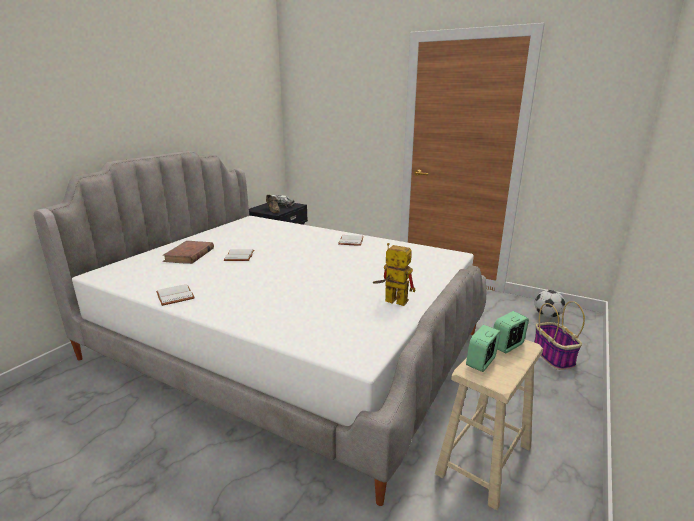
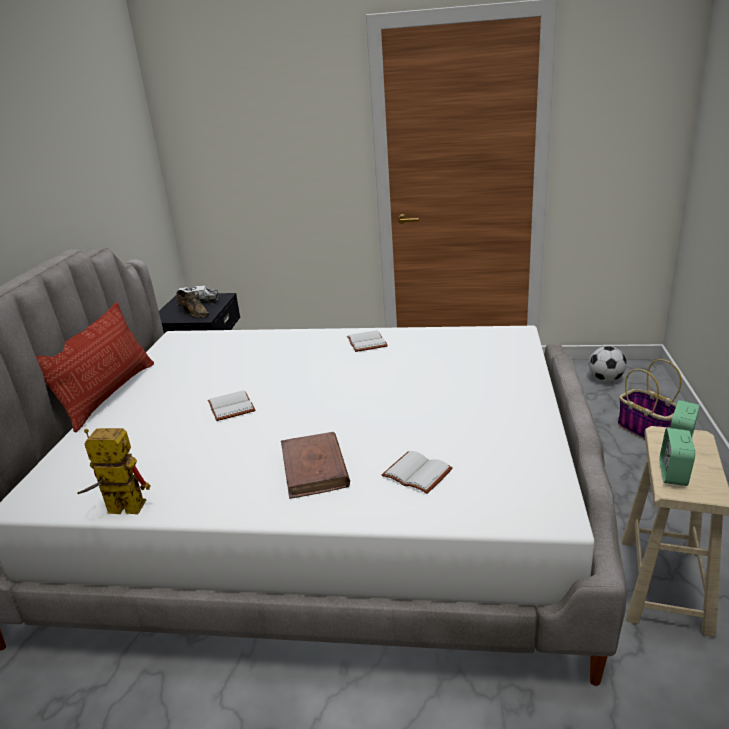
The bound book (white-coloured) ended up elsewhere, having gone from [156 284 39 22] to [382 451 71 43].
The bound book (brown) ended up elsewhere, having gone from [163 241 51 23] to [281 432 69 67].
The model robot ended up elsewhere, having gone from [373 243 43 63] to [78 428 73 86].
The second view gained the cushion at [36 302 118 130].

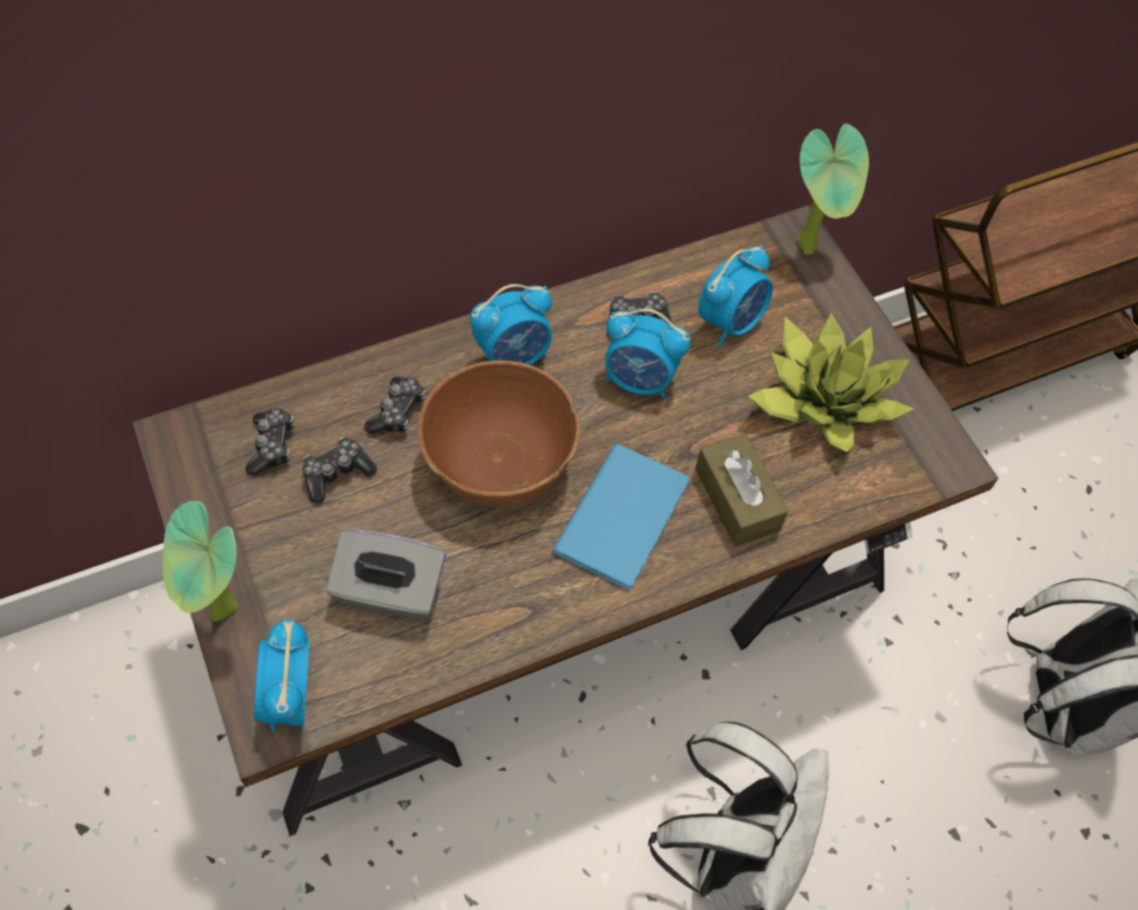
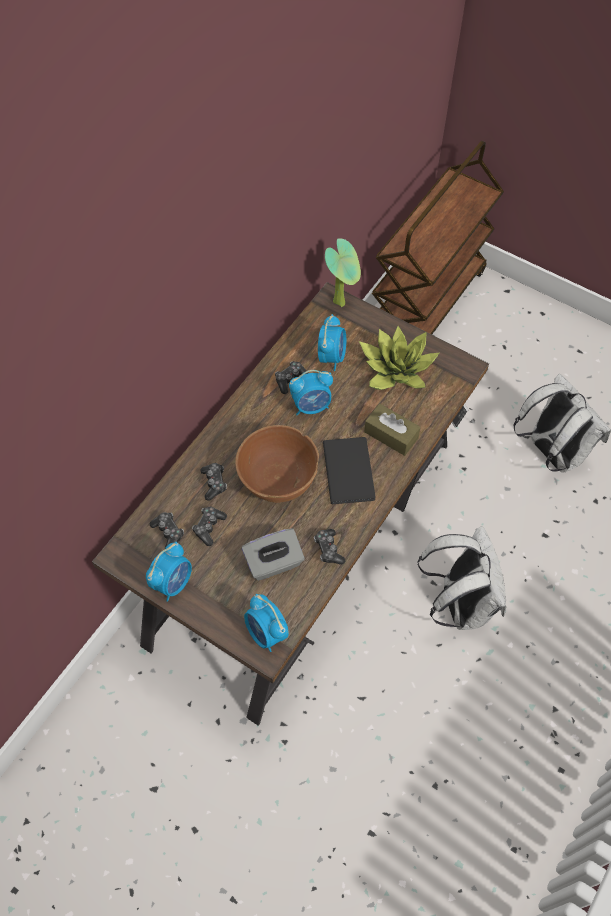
The second view lost the plant in a pot at [163 501 76 121].
The bedside clock ended up elsewhere, having gone from [470 284 82 81] to [146 542 46 60].
What was the bound book (blue-coloured) at [552 444 137 146] turned into the bound book (blackish) at [323 437 53 67].
The second view gained the game controller at [314 529 31 36].

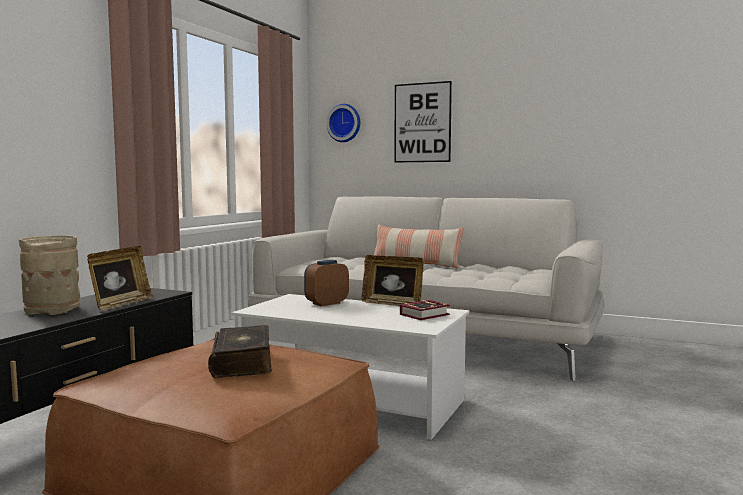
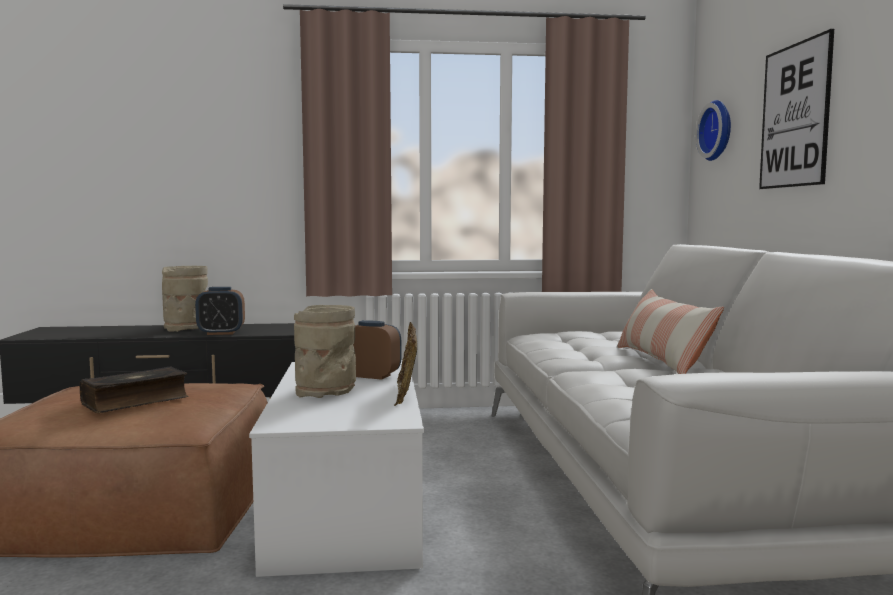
Where the photo frame stood at [87 246 66 64], the bedside clock came to stand at [195 287 50 48].
The second view lost the bound book at [400 300 50 20].
The second view gained the vase (beige-coloured) at [294 305 62 93].

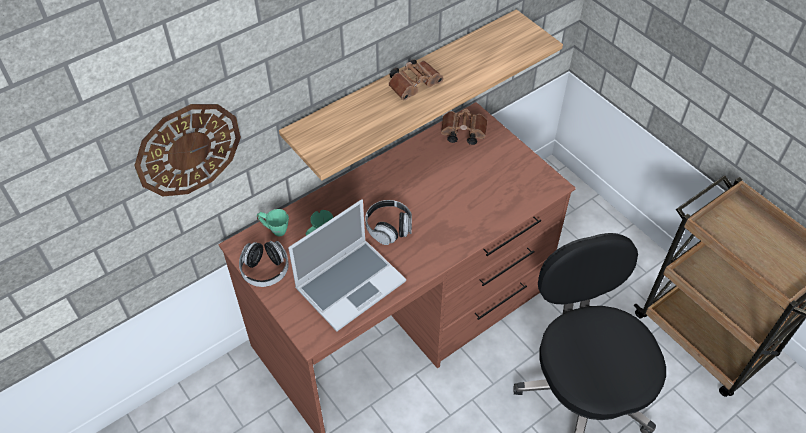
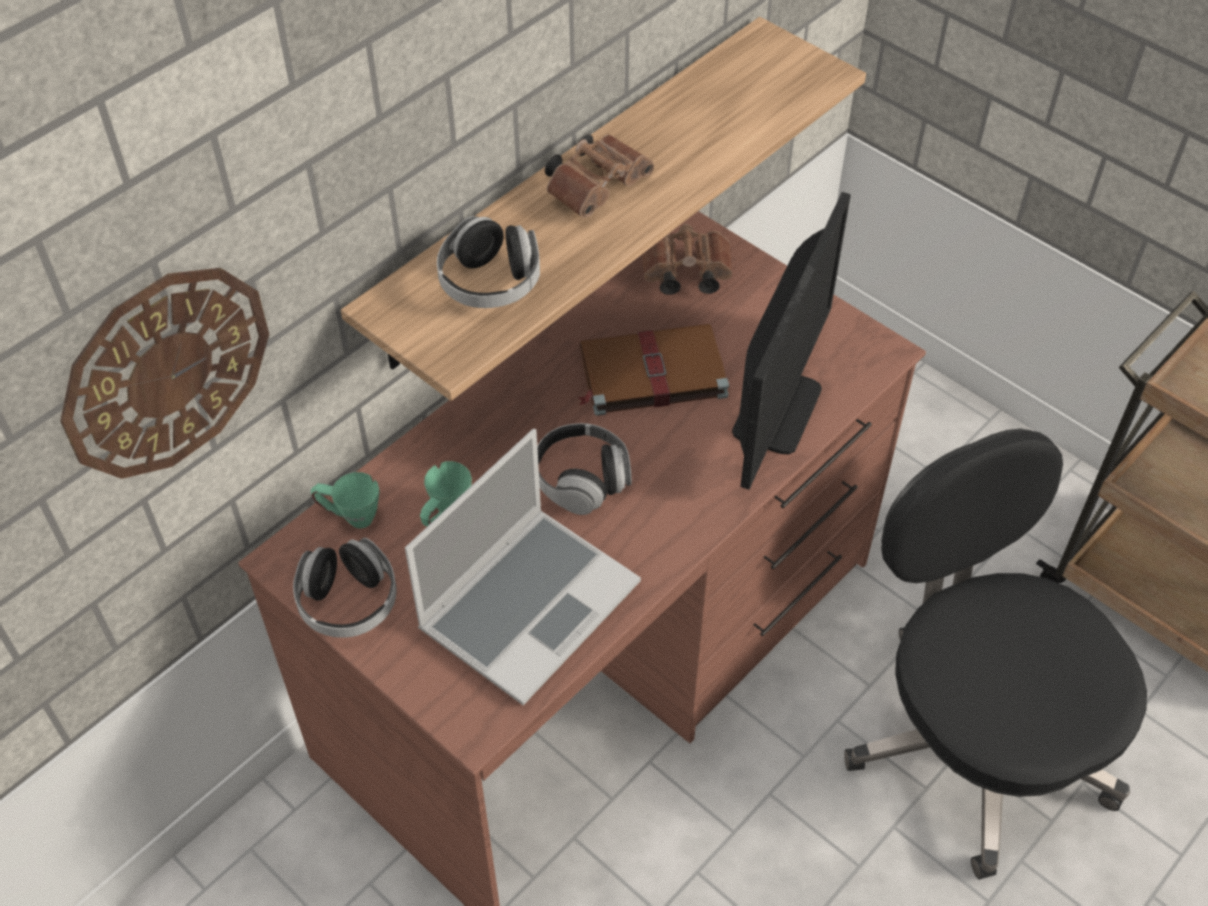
The second view gained the pair of headphones at [437 216 103 92].
The second view gained the bound book (brown) at [577 324 152 92].
The second view gained the computer display at [732 192 119 298].

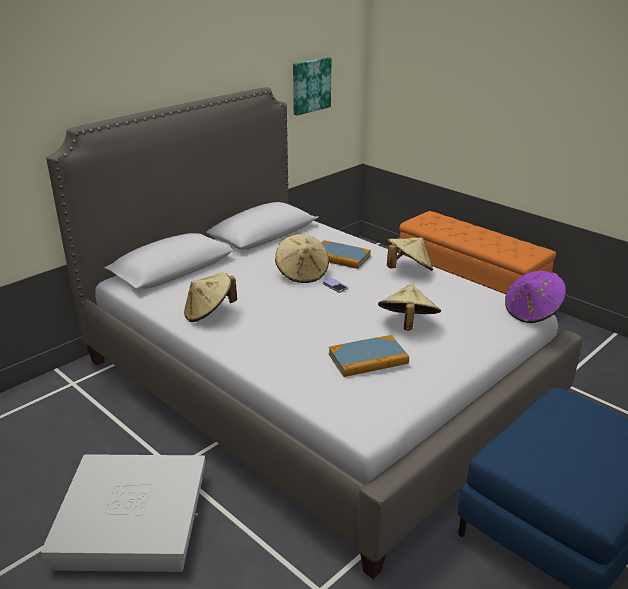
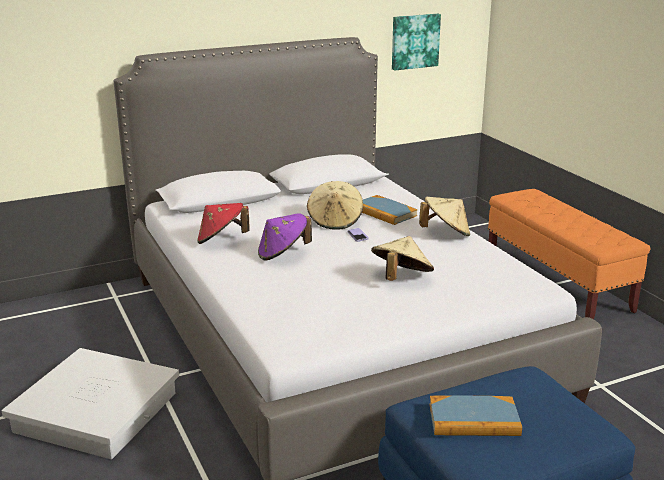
What was the hat (beige-coloured) at [184 273 53 49] turned into the hat (red-coloured) at [197 203 53 41].
The bound book ended up elsewhere, having gone from [329 335 80 42] to [429 395 93 41].
The hat (purplish) ended up elsewhere, having gone from [505 271 61 52] to [258 213 54 48].

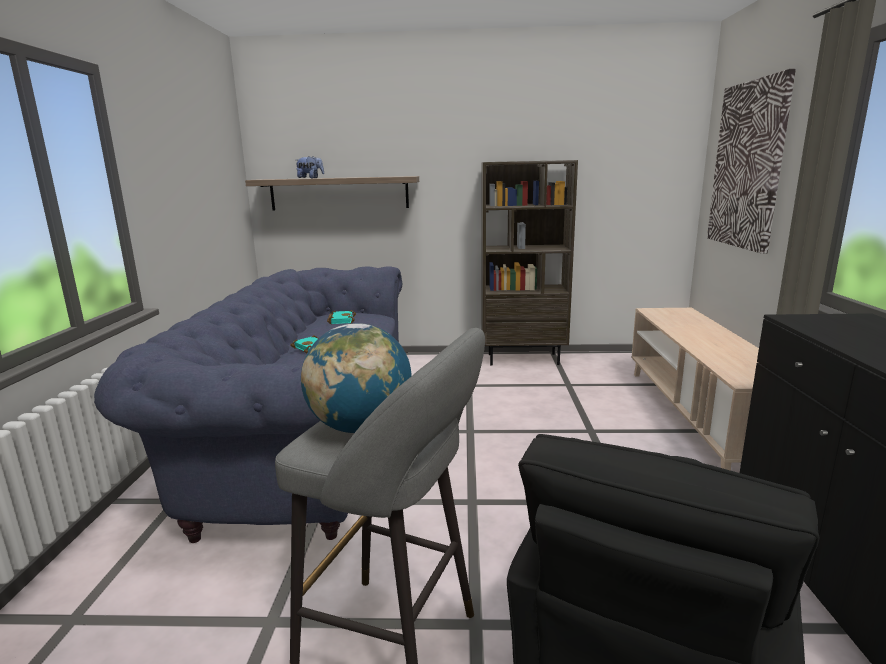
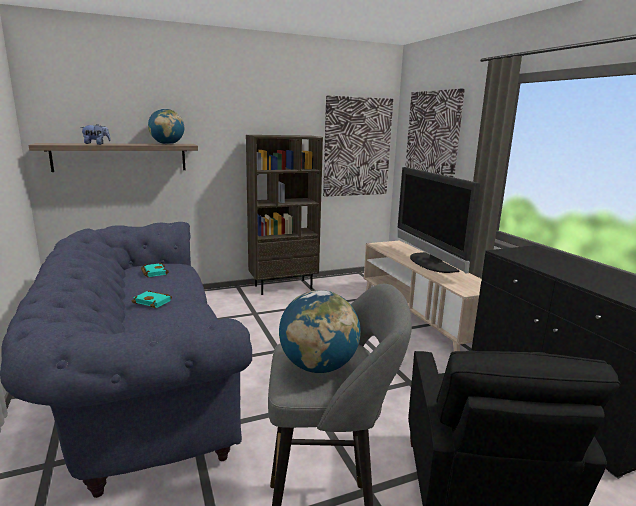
The second view gained the globe at [148 109 36 35].
The second view gained the picture at [323 96 70 101].
The second view gained the TV at [397 167 83 107].

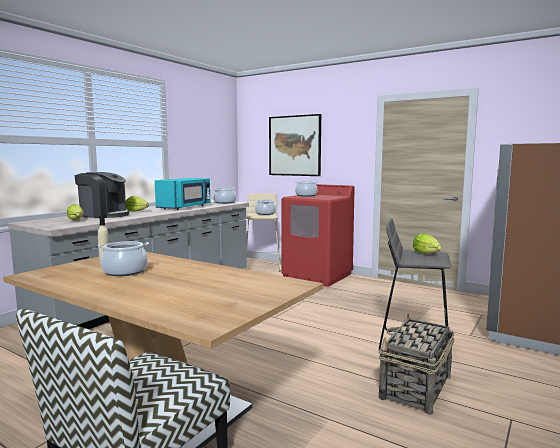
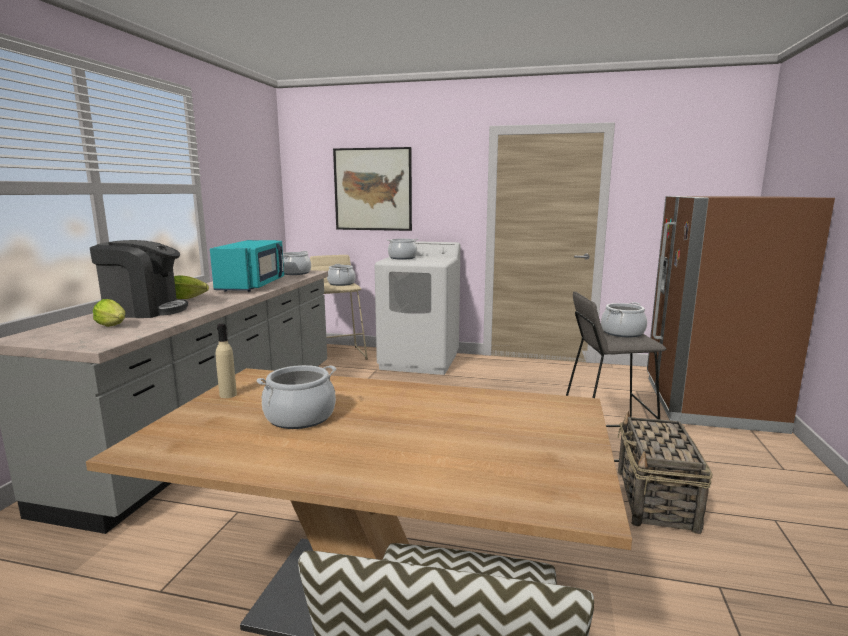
What was the laundry machine (red-coloured) at [281 184 73 103] turned into the laundry machine (white-coloured) at [375 241 85 134].
Where the lettuce head stood at [413 233 29 21], the saucepot came to stand at [601 302 46 35].

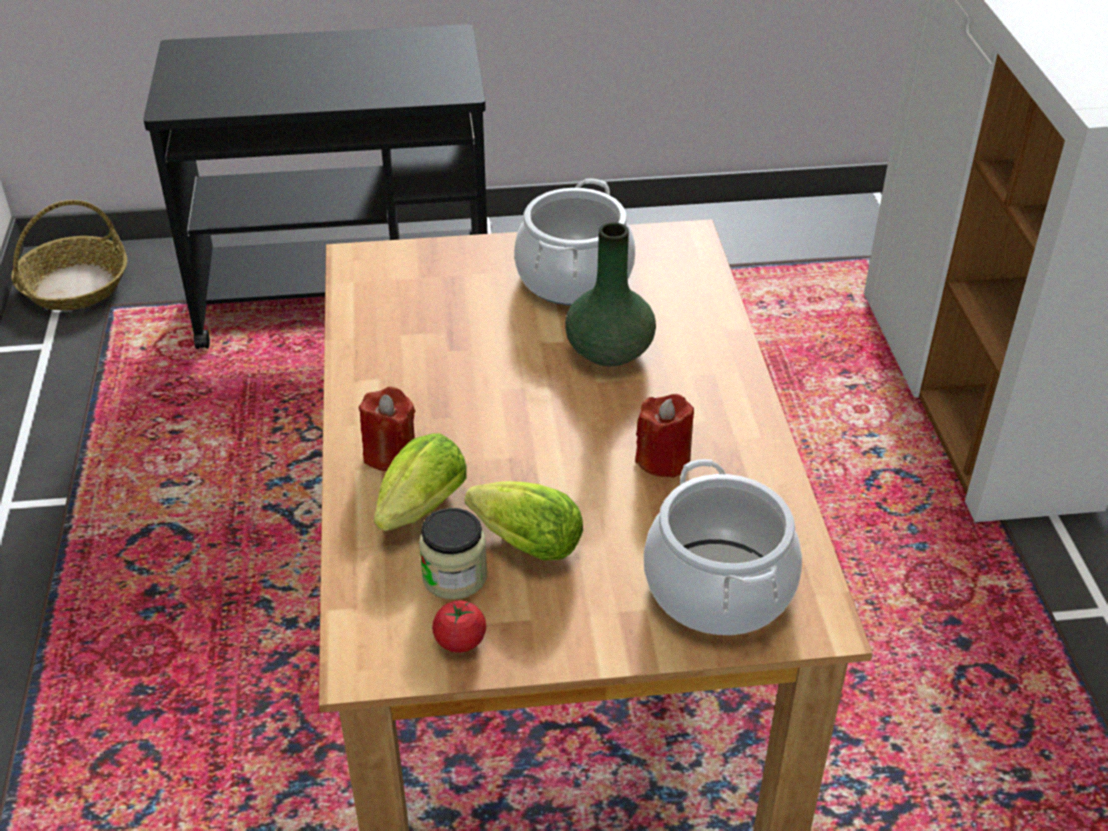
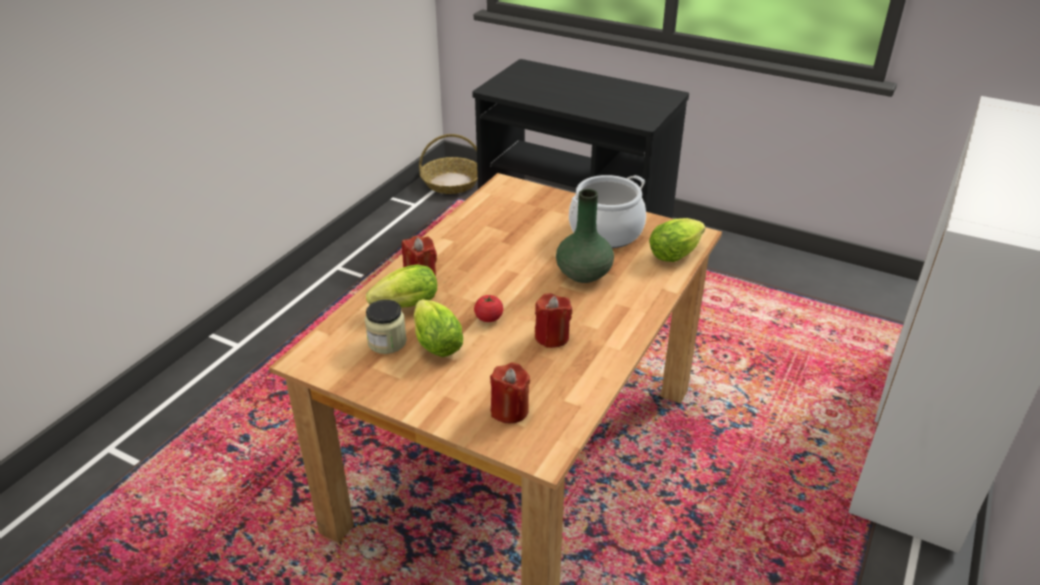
The tomato ended up elsewhere, having gone from [432 601 54 52] to [474 295 30 27].
Where the saucepot stood at [644 459 158 176], the wax light (red-coloured) came to stand at [490 362 40 61].
The second view gained the lettuce head at [649 218 56 44].

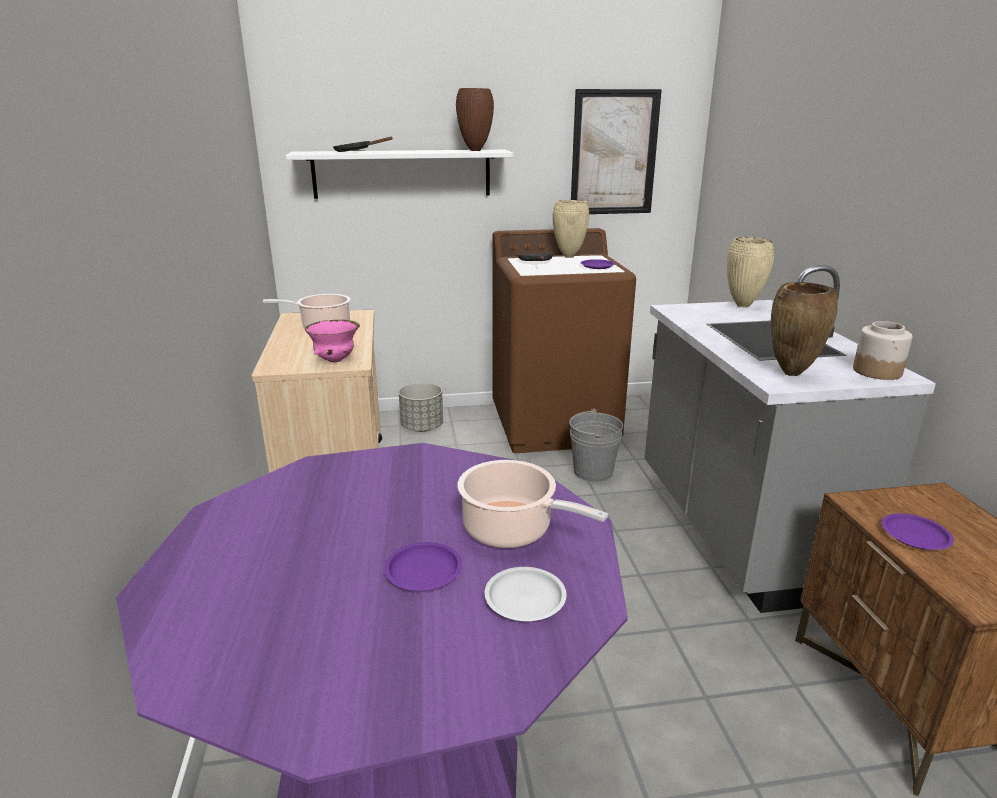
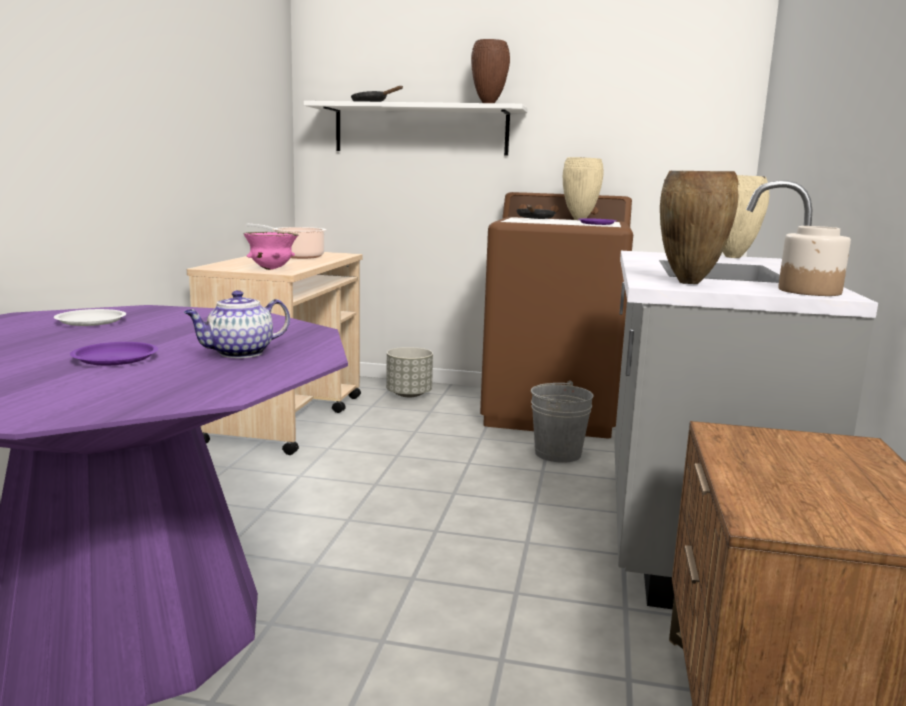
Where the saucepot stood at [458 460 150 88], the pot for tea came to stand at [184 290 106 68].
The plate (white-coloured) ended up elsewhere, having gone from [485 567 82 54] to [54 309 72 17].
The second view lost the picture at [571 89 91 125].
The second view lost the plate (purplish) at [882 513 72 37].

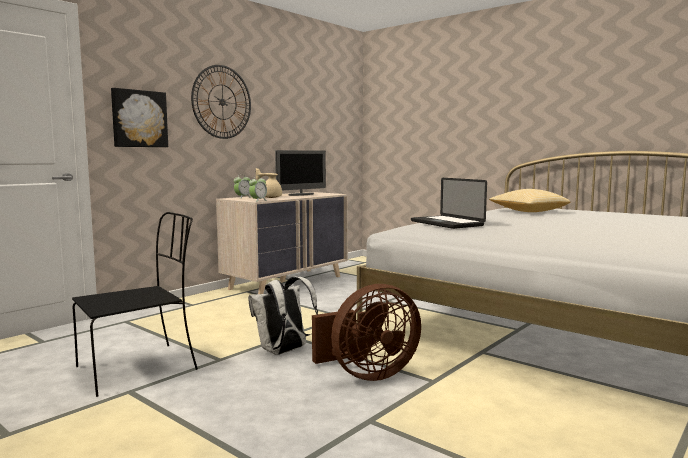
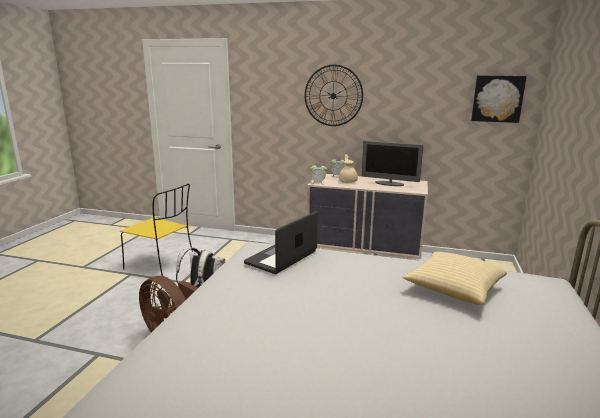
What was the plain chair (blackish) at [72 212 126 185] turned into the plain chair (yellowish) at [120 184 73 92].
The picture ended up elsewhere, having gone from [111 88 57 59] to [471 75 56 48].

